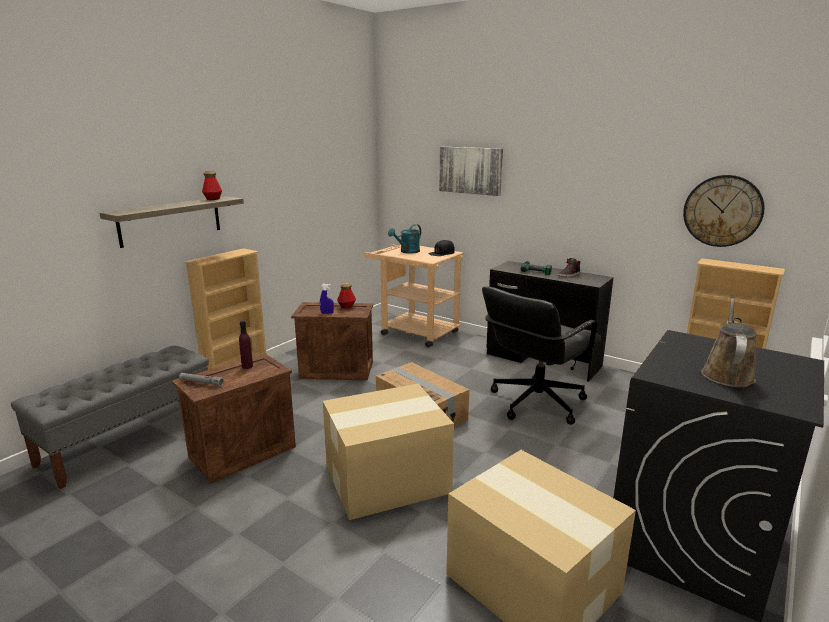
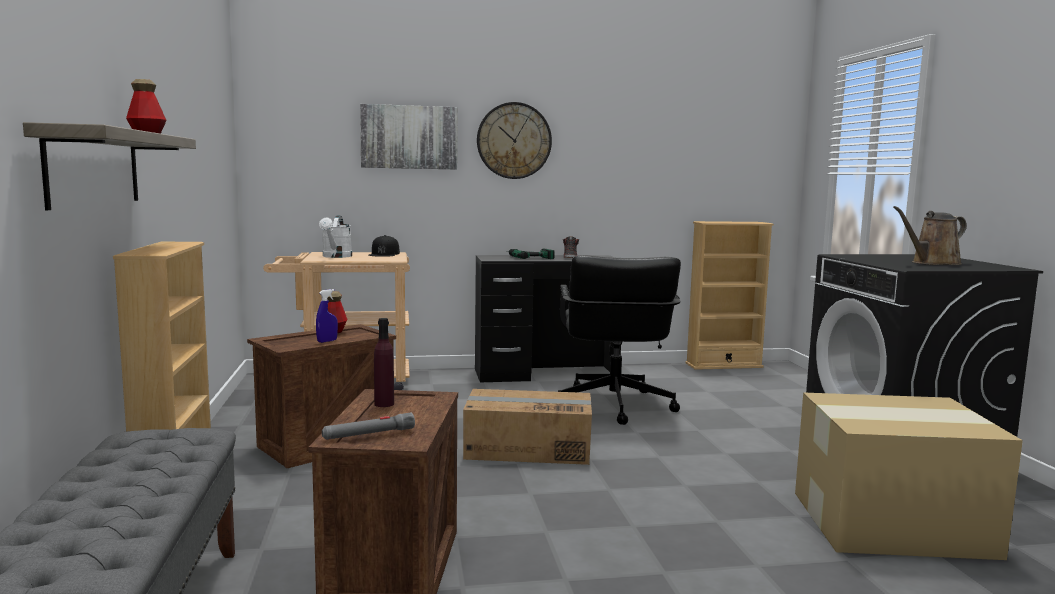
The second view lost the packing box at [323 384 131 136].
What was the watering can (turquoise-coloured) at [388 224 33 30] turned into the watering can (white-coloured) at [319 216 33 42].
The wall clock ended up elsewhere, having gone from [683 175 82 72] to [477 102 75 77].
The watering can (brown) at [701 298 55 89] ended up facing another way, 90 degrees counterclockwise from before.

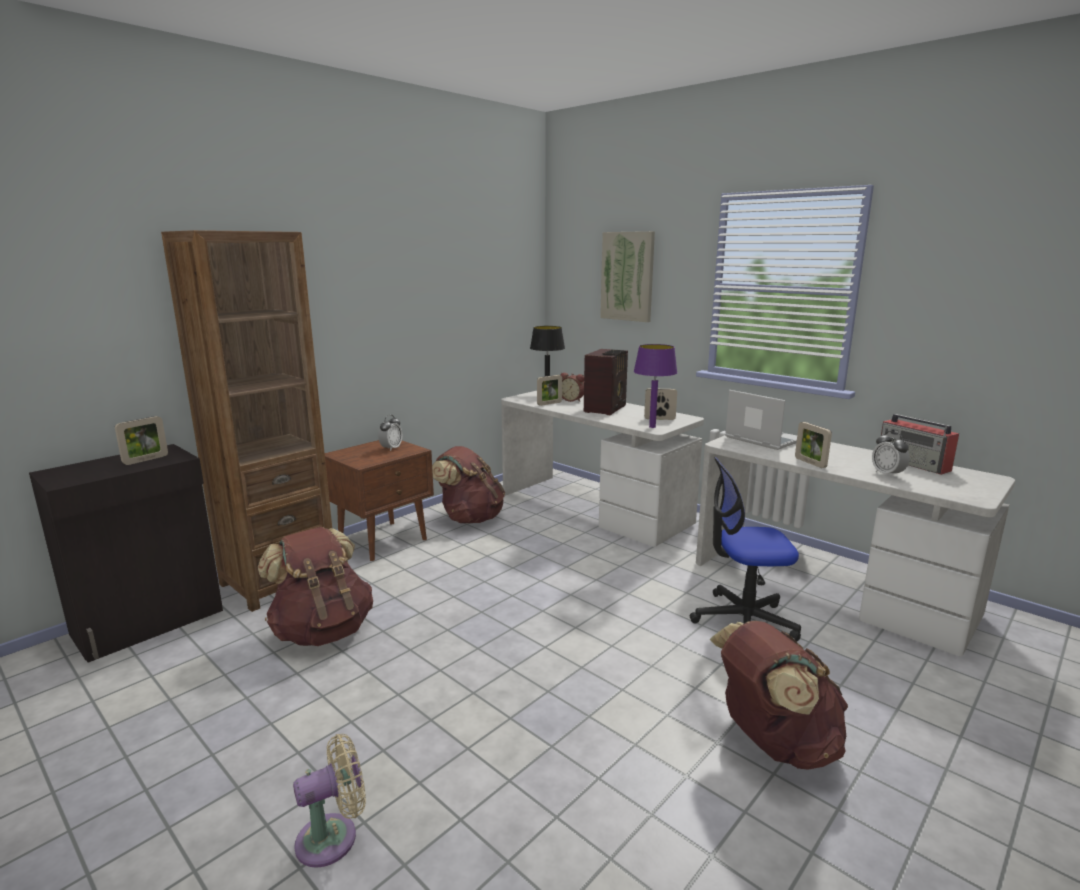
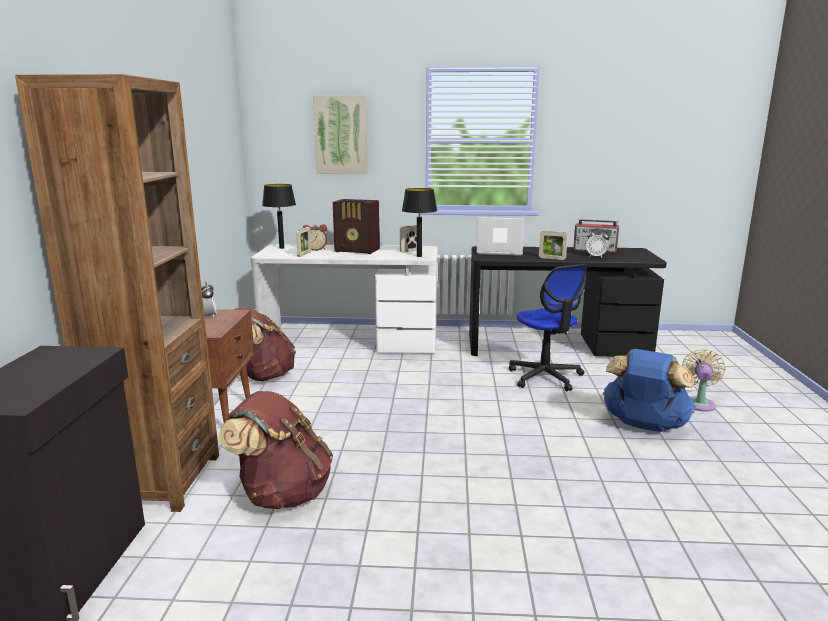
The second view lost the photo frame at [115 416 53 49].
The electric fan (beige-coloured) ended up elsewhere, having gone from [293 734 73 134] to [682 349 44 63].
The radio at [584 349 44 66] ended up facing another way, 120 degrees clockwise from before.
What was the tabletop lamp (purplish) at [634 344 43 84] turned into the tabletop lamp (blackish) at [402 188 35 69].
The desk chair at [690 457 111 184] ended up facing another way, 75 degrees counterclockwise from before.
What was the desk unit (white-coloured) at [696 434 319 222] turned into the desk unit (blackish) at [469 246 198 111].
What was the knapsack (brown) at [709 621 139 149] turned into the knapsack (blue-coloured) at [603 349 93 83].

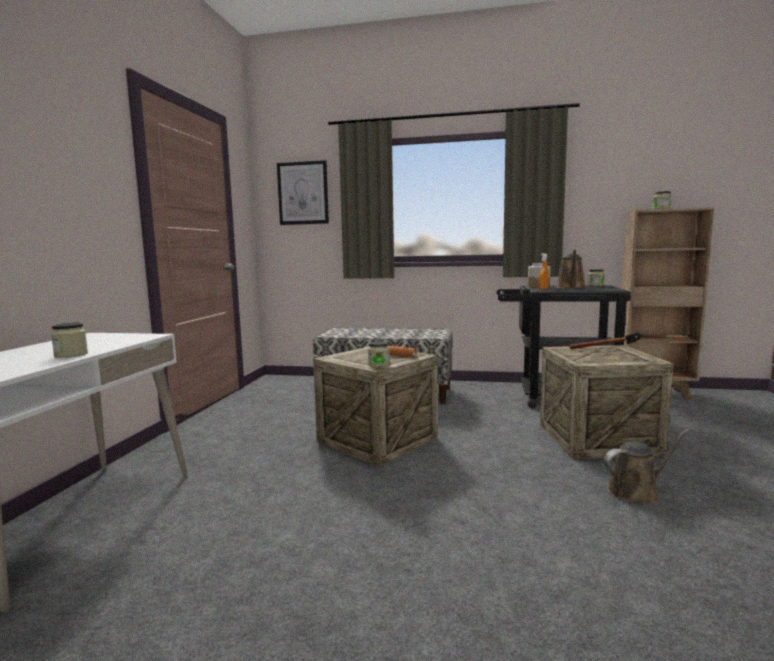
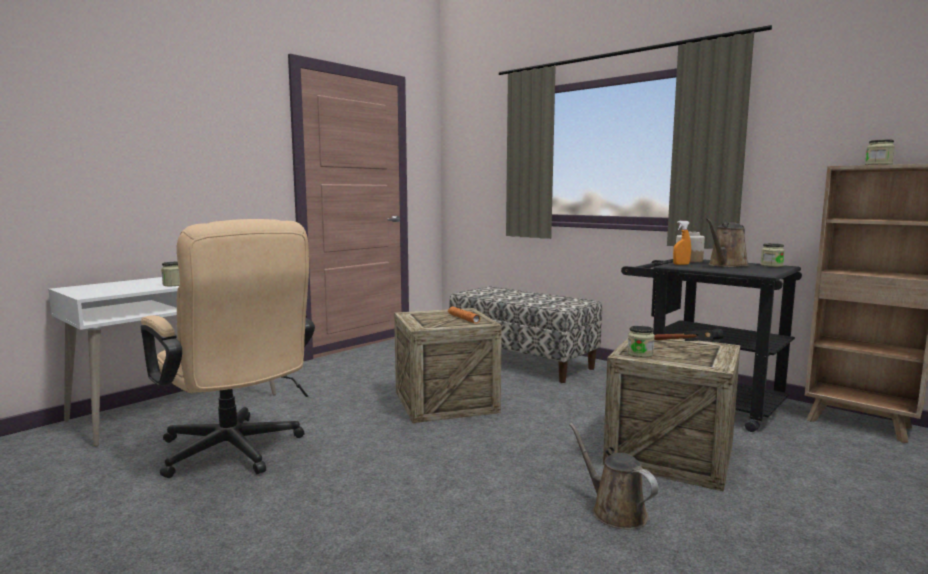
The second view lost the picture at [277 160 52 65].
The preserve jar ended up elsewhere, having gone from [368 341 22 26] to [627 326 28 32].
The watering can (brown) at [604 429 86 75] ended up facing another way, 135 degrees counterclockwise from before.
The second view gained the desk chair (beige-coloured) at [141 219 174 259].

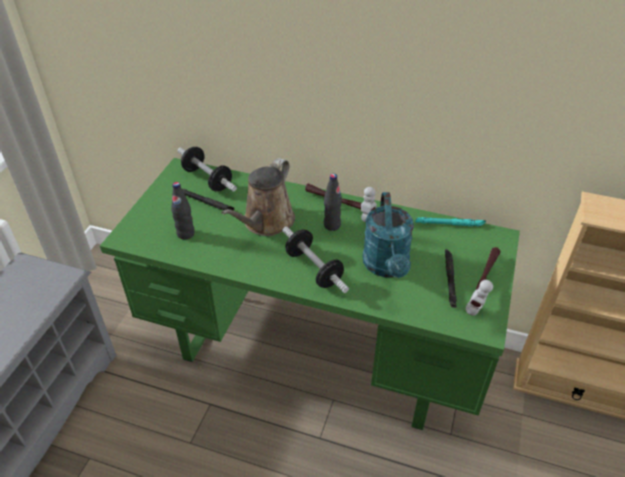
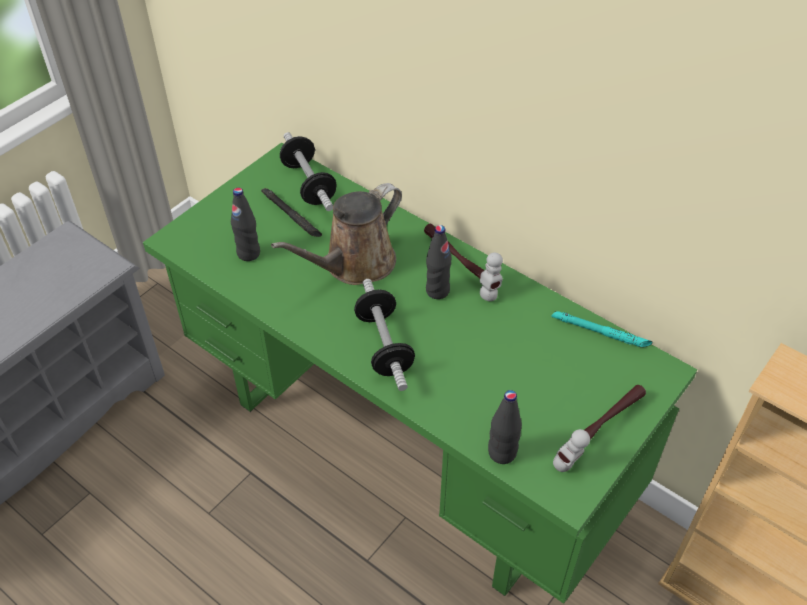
The second view lost the watering can (turquoise-coloured) at [362 192 52 86].
The second view lost the flashlight (blackish) at [445 249 12 59].
The second view gained the bottle (blackish) at [488 390 34 74].

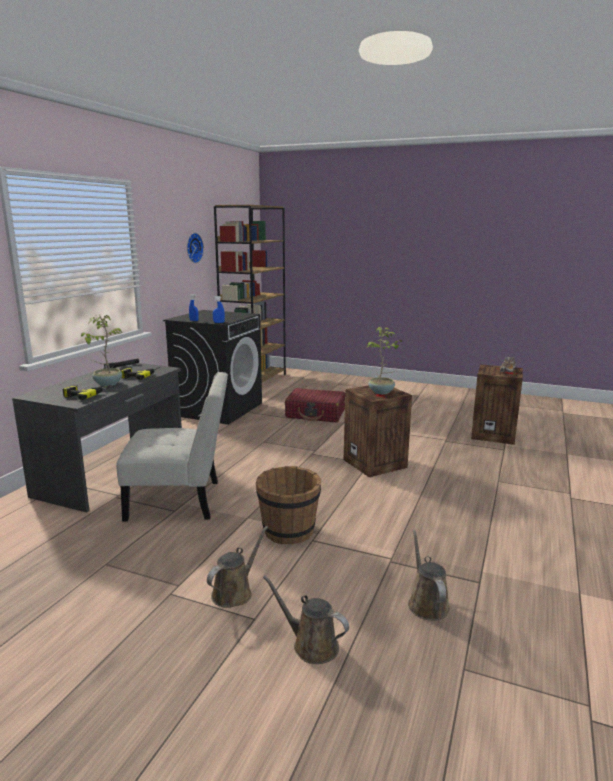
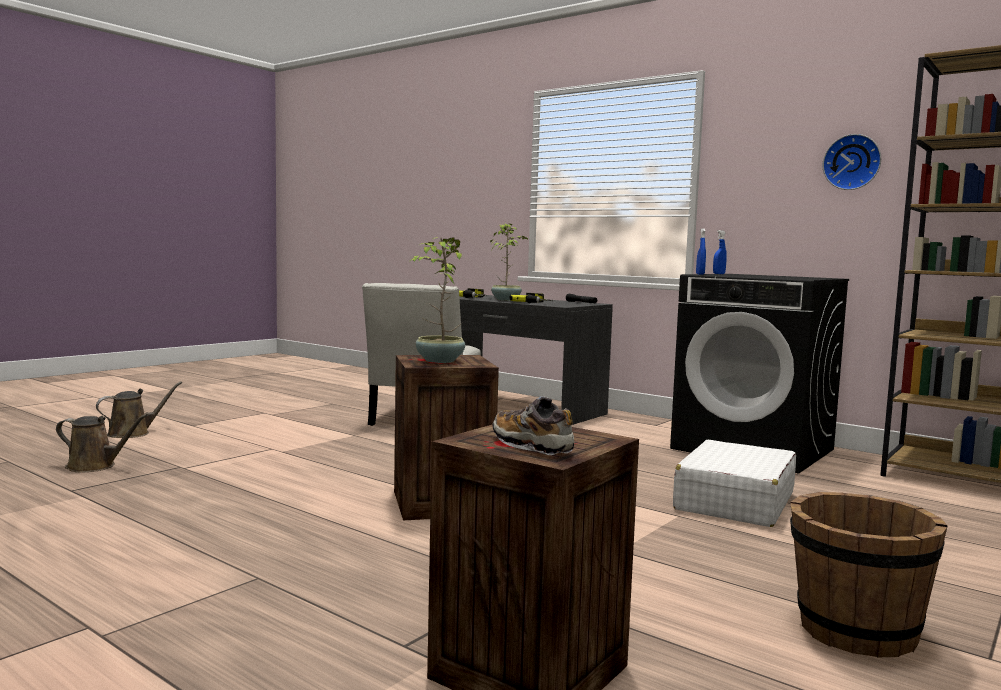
The second view lost the watering can (brown) at [207 526 61 82].
The pail (brown) ended up elsewhere, having gone from [256 466 65 78] to [790 492 157 165].
What was the travel case (red-coloured) at [285 388 60 34] turned into the travel case (white-coloured) at [673 440 123 87].

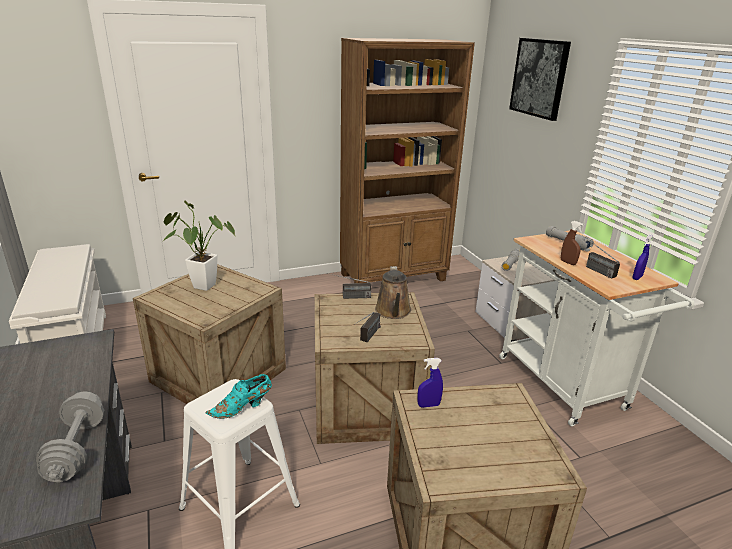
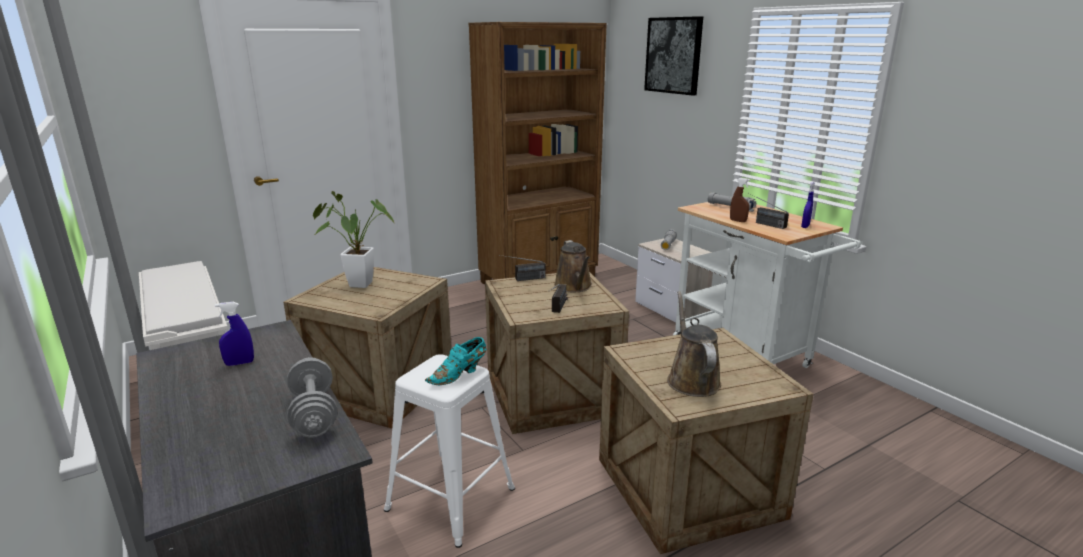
The hand sprayer (blue-coloured) ended up elsewhere, having gone from [418 358 25 50] to [215 302 39 64].
The second view gained the watering can (brown) at [667 291 54 106].

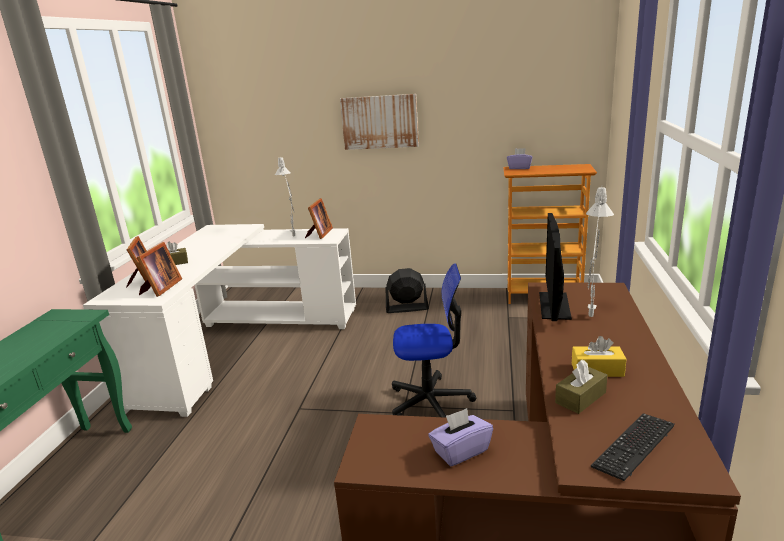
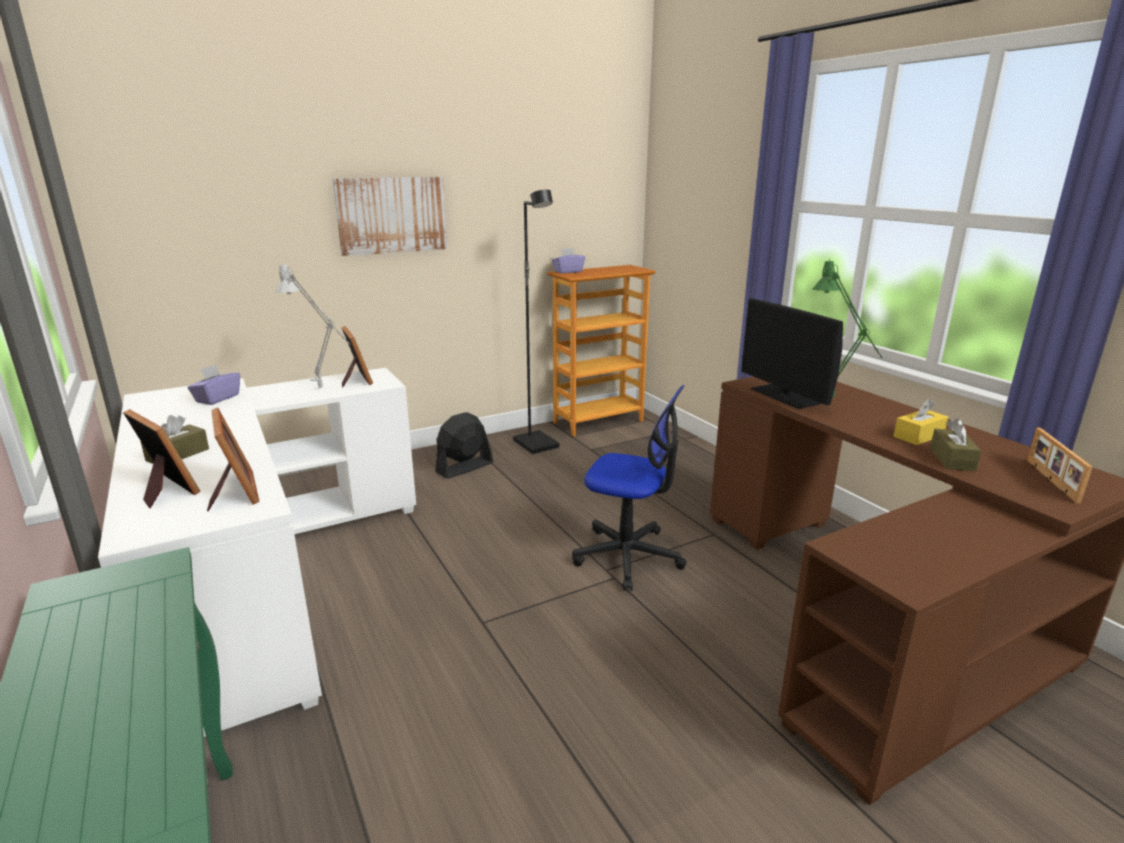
The desk chair at [392 263 84 155] ended up facing another way, 60 degrees clockwise from before.
The tissue holder (purplish) ended up elsewhere, having gone from [428 408 65 59] to [188 364 52 41].
What was the tabletop lamp (gray) at [586 186 28 131] turned into the tabletop lamp (green-coloured) at [813 259 70 139].
Where the computer keyboard stood at [591 414 84 67], the photo frame came to stand at [1027 427 66 77].
The second view gained the standard lamp (blackish) at [513 190 47 265].

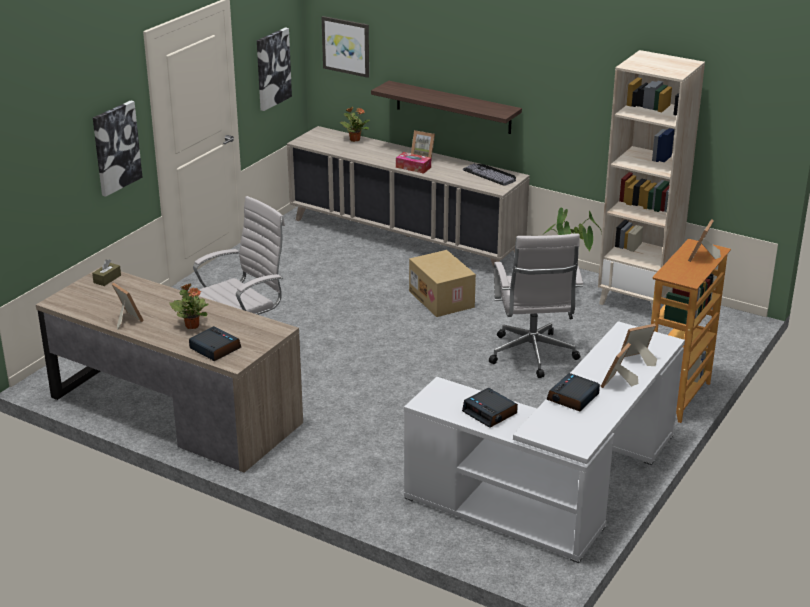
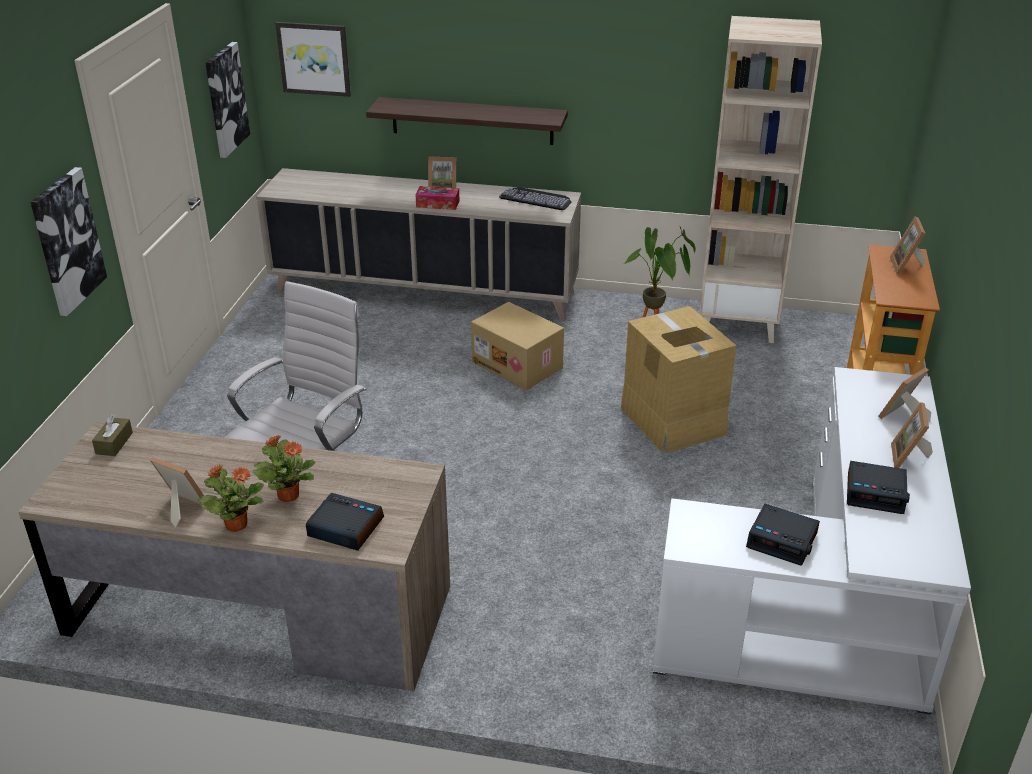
The plant in a pot ended up elsewhere, having gone from [339 107 31 35] to [198 464 66 68].
Where the desk chair (white-coloured) stood at [489 233 94 145], the packing box came to stand at [621 306 116 147].
The bedside clock at [547 373 53 39] ended up facing another way, 90 degrees counterclockwise from before.

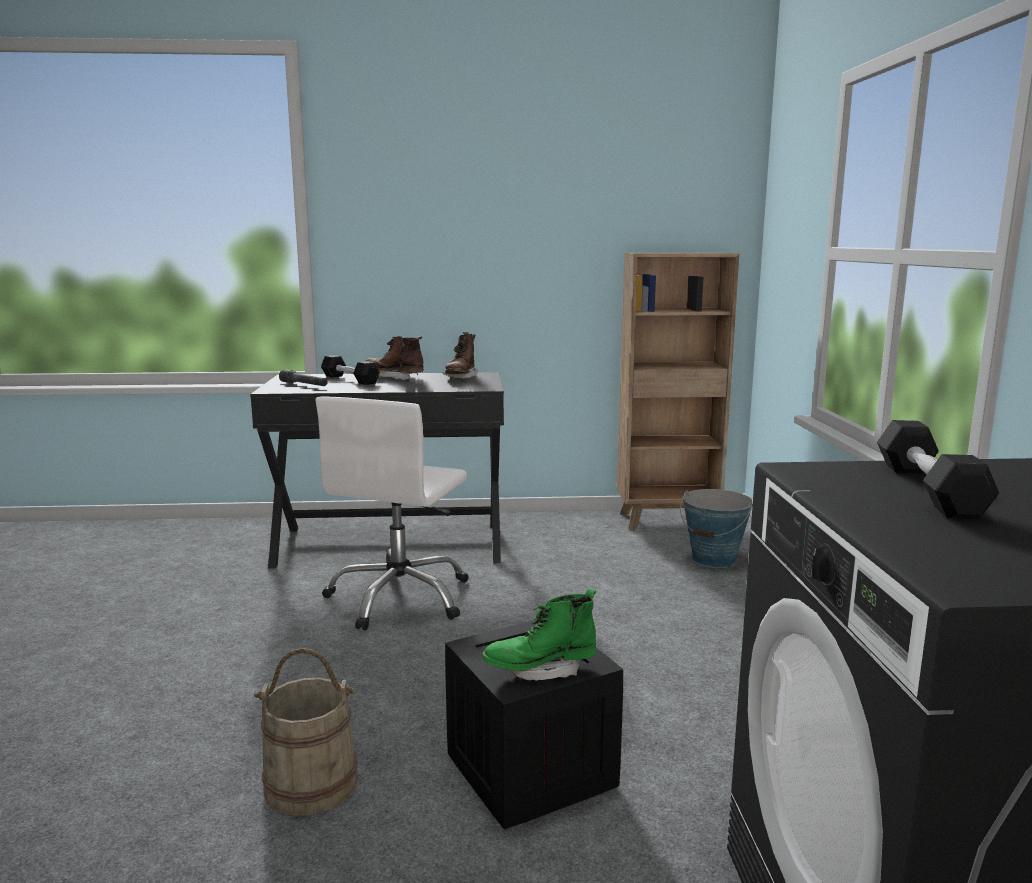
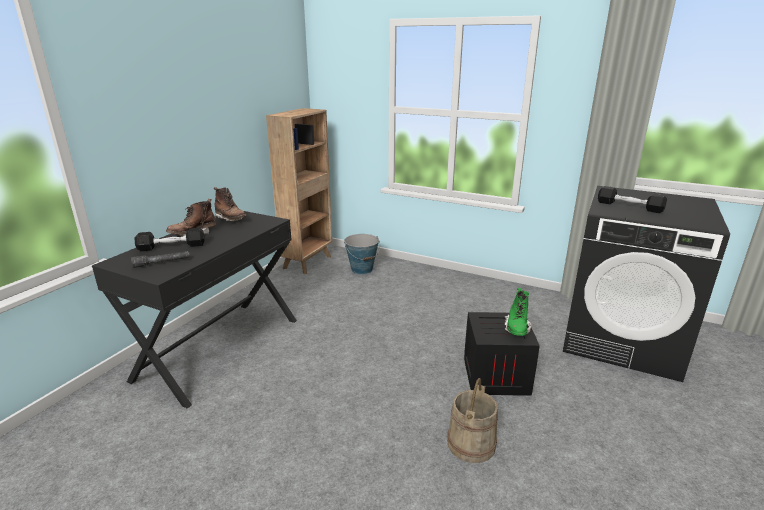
The second view lost the desk chair (white-coloured) at [316 396 153 235].

